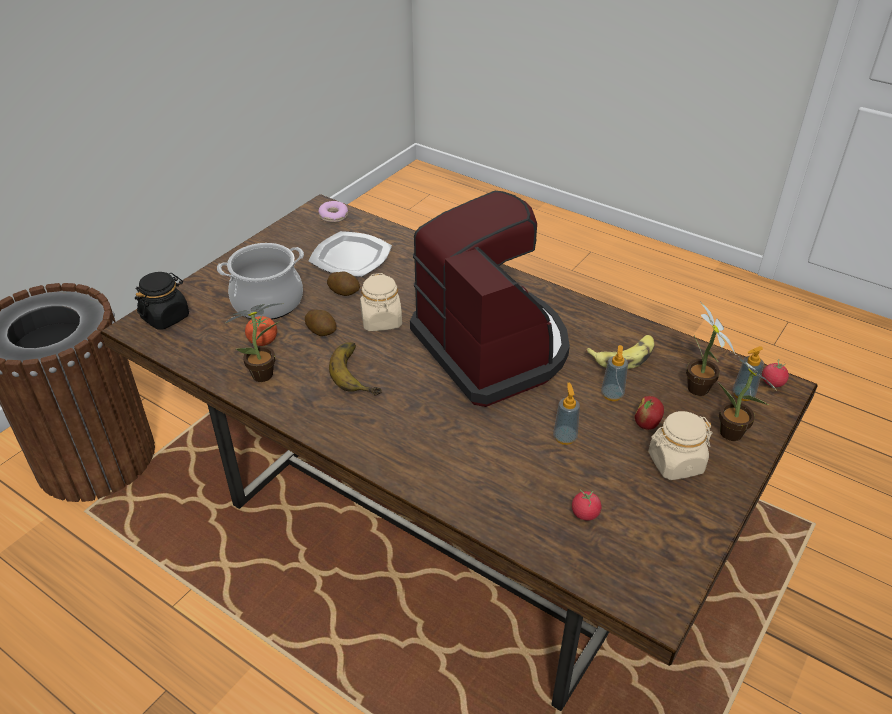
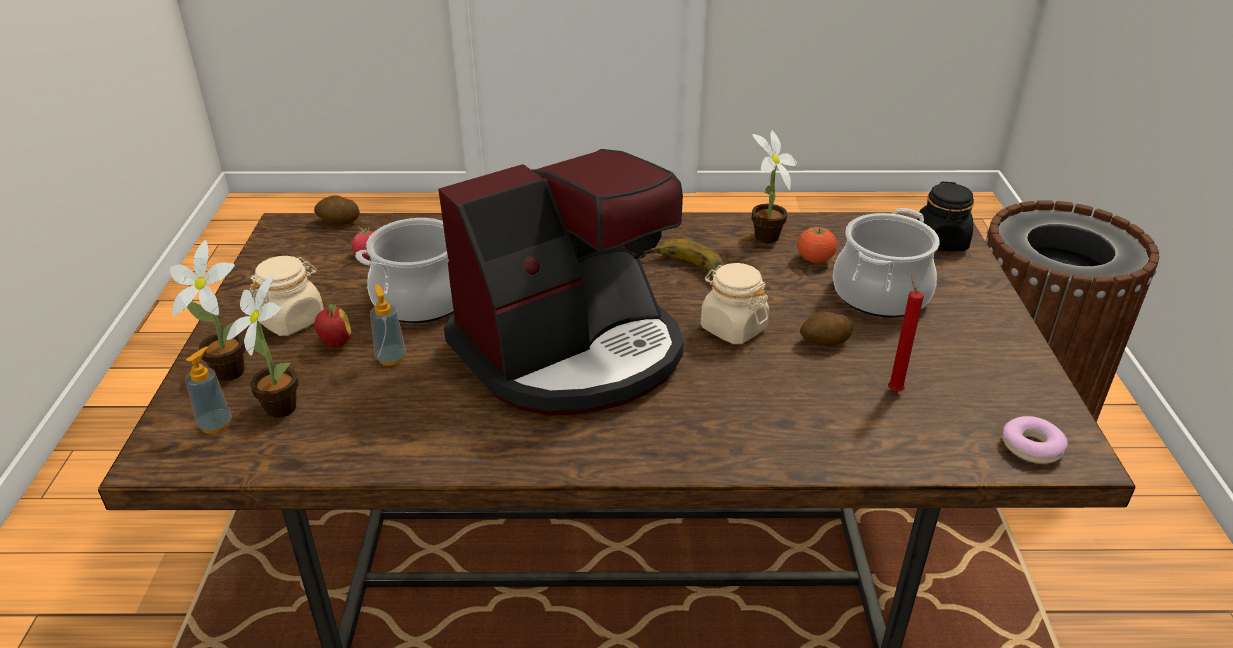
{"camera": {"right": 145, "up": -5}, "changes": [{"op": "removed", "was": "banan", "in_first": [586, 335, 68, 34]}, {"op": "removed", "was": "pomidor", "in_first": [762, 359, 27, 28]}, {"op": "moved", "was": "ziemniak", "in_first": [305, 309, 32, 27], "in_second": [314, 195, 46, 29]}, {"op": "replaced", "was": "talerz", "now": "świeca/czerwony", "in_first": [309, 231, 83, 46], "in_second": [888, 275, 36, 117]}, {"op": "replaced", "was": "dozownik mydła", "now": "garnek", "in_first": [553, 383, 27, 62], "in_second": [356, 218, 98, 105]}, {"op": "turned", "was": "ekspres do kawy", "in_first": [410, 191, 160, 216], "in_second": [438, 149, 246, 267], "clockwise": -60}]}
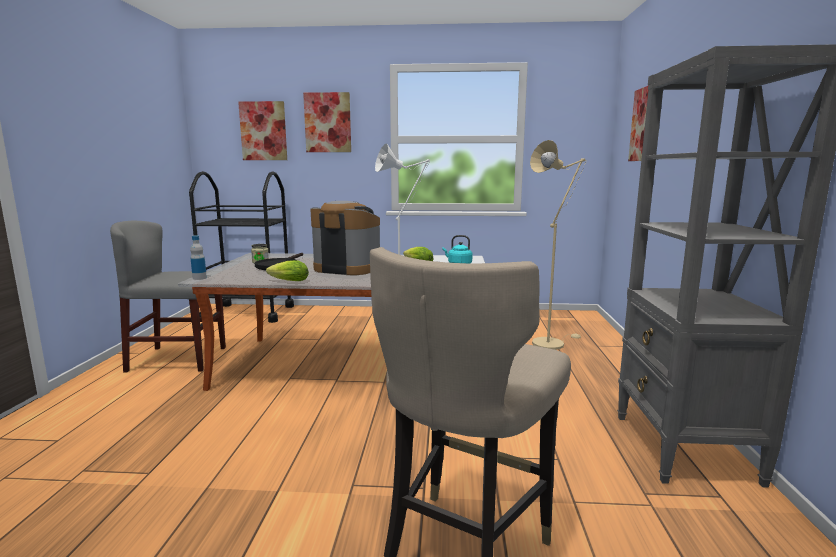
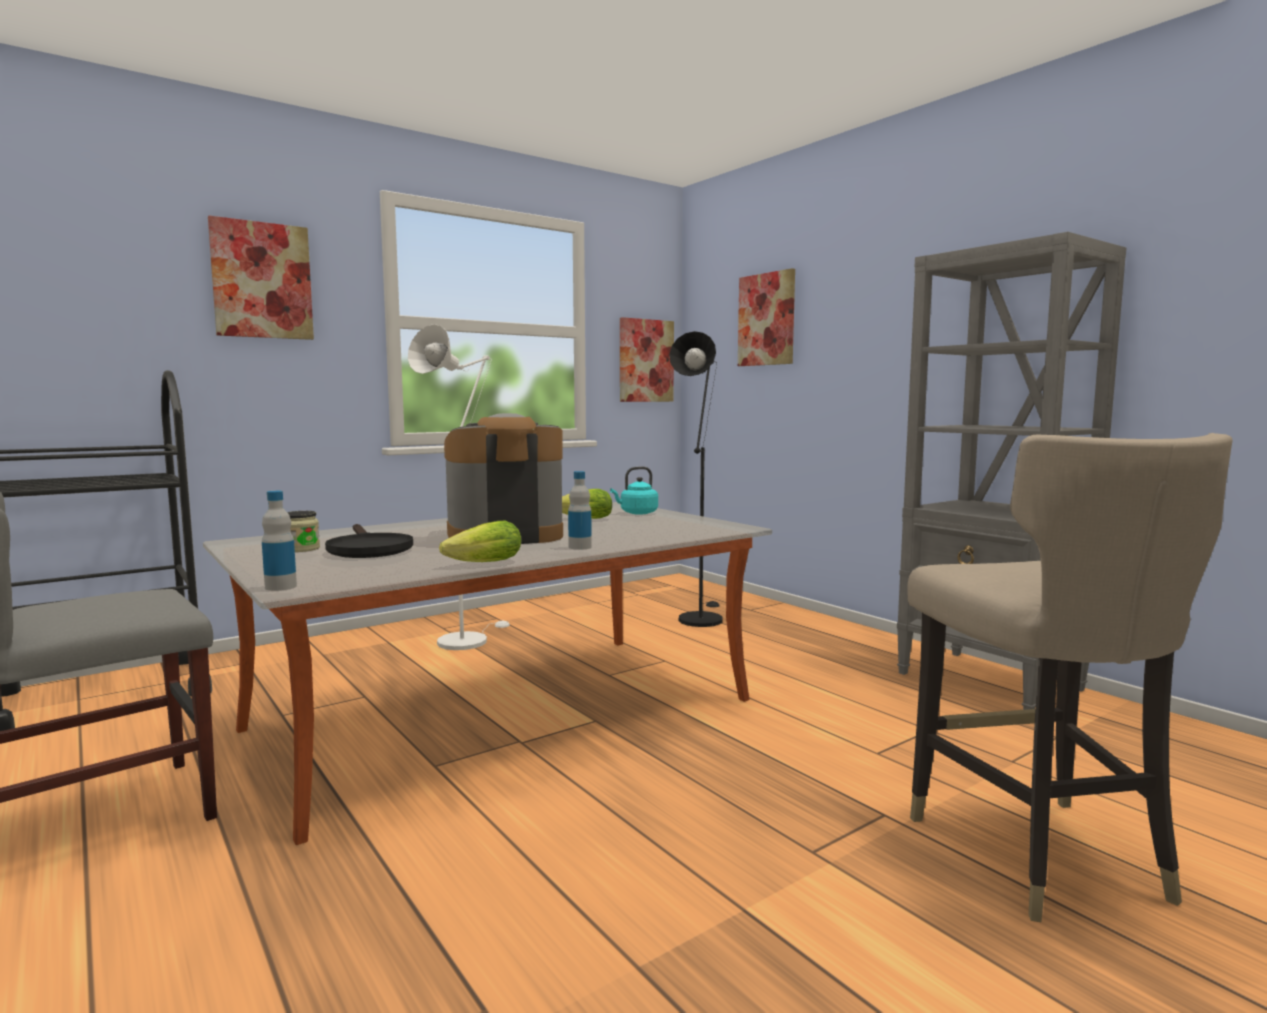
{"camera": {"right": -40, "up": -5}, "changes": [{"op": "added", "now": "butelka", "in_second": [568, 471, 24, 79]}, {"op": "moved", "was": "obraz", "in_first": [238, 101, 49, 59], "in_second": [620, 317, 54, 85]}, {"op": "recoloured", "was": "lampa stojąca/beżowy", "now": "lampa stojąca/czarny", "in_first": [530, 140, 55, 210], "in_second": [669, 331, 54, 296]}]}
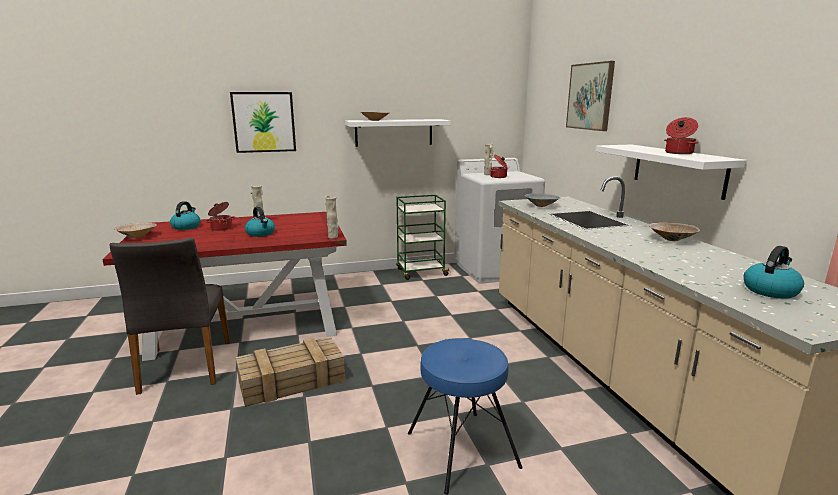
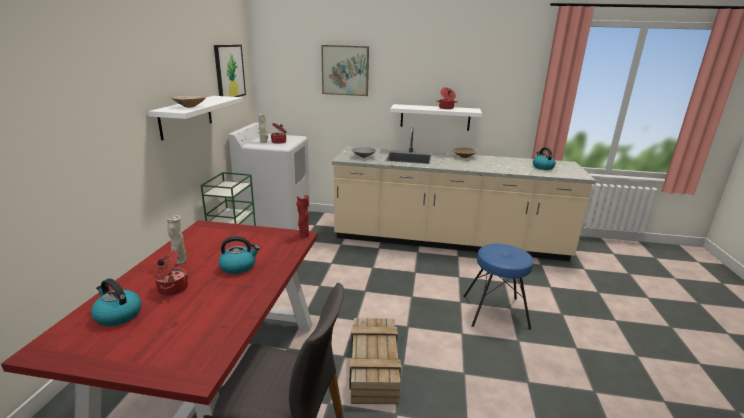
{"camera": {"right": -65, "up": 5}, "changes": [{"op": "removed", "was": "miska/beżowy", "in_first": [115, 223, 42, 15]}, {"op": "moved", "was": "obraz", "in_first": [230, 92, 66, 61], "in_second": [214, 45, 32, 52]}, {"op": "recoloured", "was": "wazon/beżowy", "now": "wazon/czerwony", "in_first": [325, 195, 14, 44], "in_second": [296, 195, 13, 42]}]}
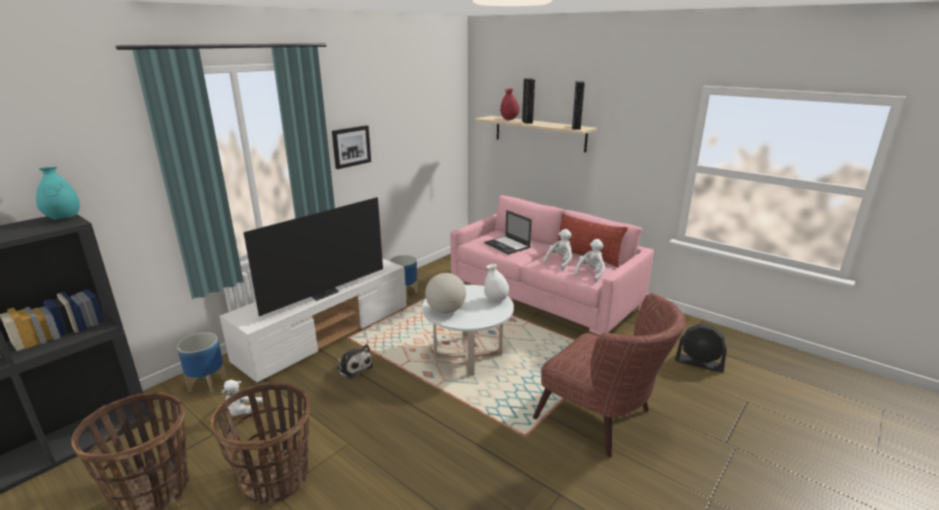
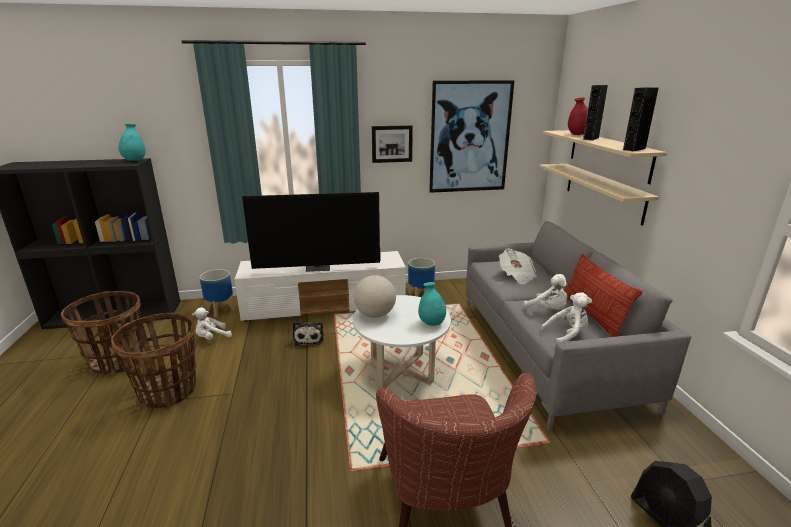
{"camera": {"right": 40, "up": 0}, "changes": [{"op": "added", "now": "obraz", "in_second": [429, 80, 85, 113]}, {"op": "added", "now": "półka/beżowy", "in_second": [540, 164, 119, 62]}, {"op": "replaced", "was": "laptop", "now": "gazeta", "in_first": [485, 210, 47, 45], "in_second": [499, 248, 38, 36]}, {"op": "recoloured", "was": "kanapa/różowy", "now": "kanapa/szary", "in_first": [450, 195, 204, 140], "in_second": [466, 221, 225, 210]}, {"op": "recoloured", "was": "wazon/biały", "now": "wazon/turkusowy", "in_first": [484, 264, 25, 38], "in_second": [418, 282, 28, 44]}, {"op": "turned", "was": "pluszak/biały", "in_first": [543, 229, 29, 41], "in_second": [523, 274, 44, 35], "clockwise": 60}]}
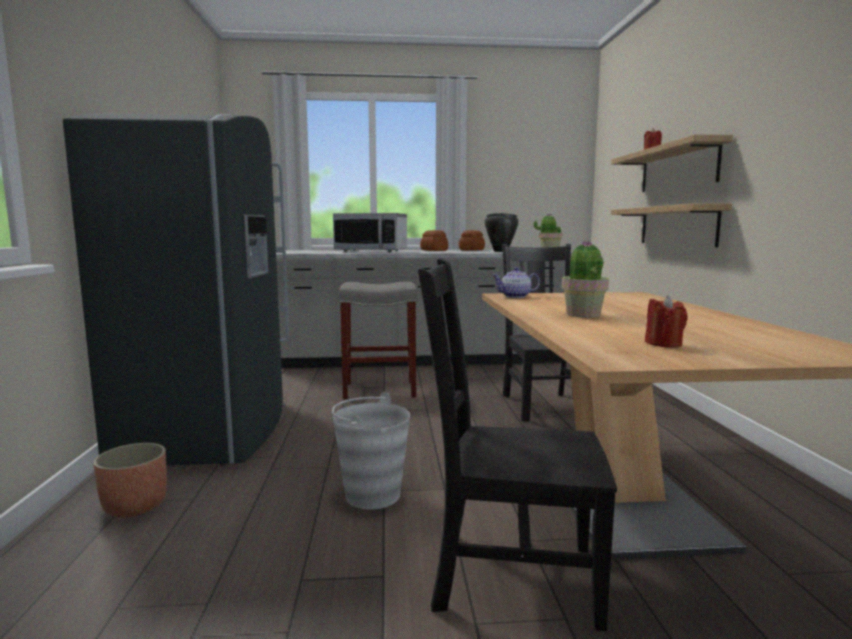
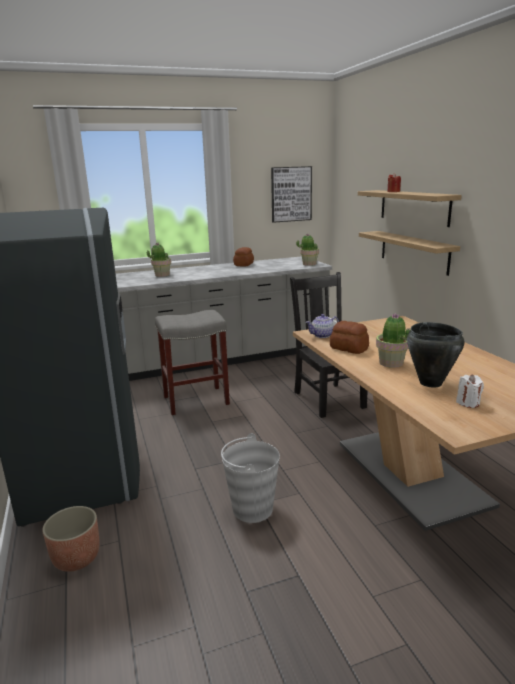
{"camera": {"right": -15, "up": 10}, "changes": [{"op": "removed", "was": "krzesło/czarny", "in_first": [417, 259, 200, 372]}, {"op": "added", "now": "obraz", "in_second": [271, 166, 41, 57]}, {"op": "moved", "was": "chleb", "in_first": [420, 230, 28, 21], "in_second": [330, 321, 39, 33]}, {"op": "moved", "was": "garnek/czarny", "in_first": [485, 213, 34, 39], "in_second": [407, 322, 58, 66]}, {"op": "replaced", "was": "mikrofalówka", "now": "roślina doniczkowa", "in_first": [333, 213, 74, 39], "in_second": [147, 242, 24, 35]}, {"op": "recoloured", "was": "świeca/czerwony", "now": "świeca/biały", "in_first": [645, 295, 43, 53], "in_second": [456, 374, 28, 34]}]}
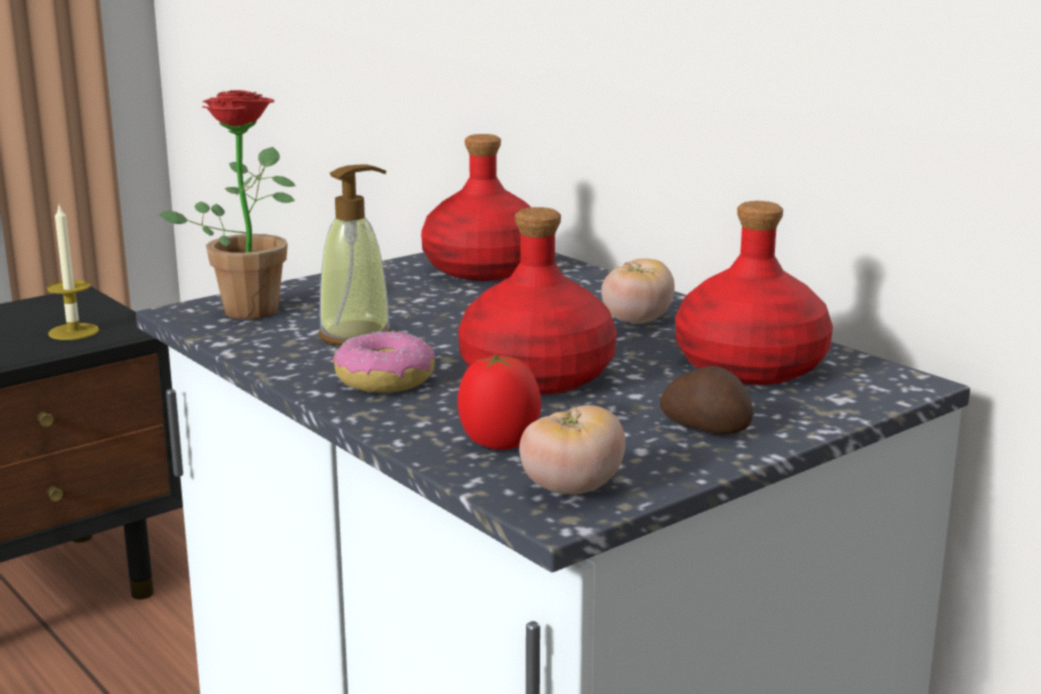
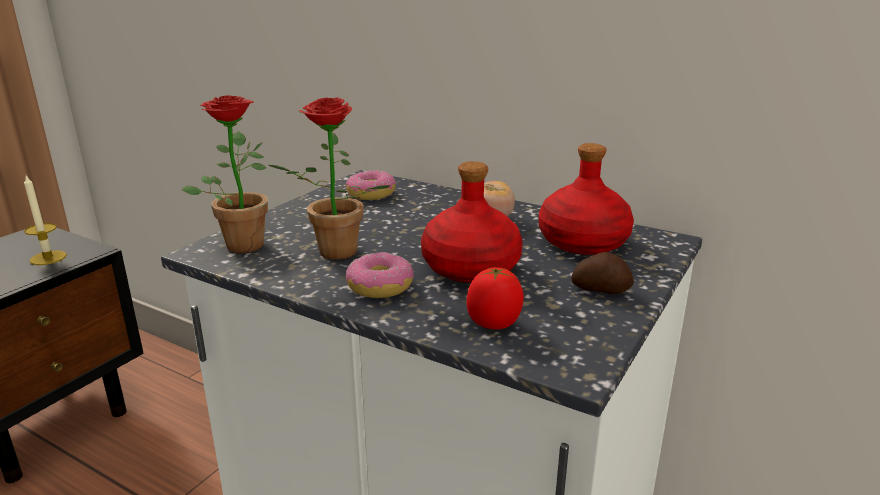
{"camera": {"right": -20, "up": 5}, "changes": [{"op": "removed", "was": "pomidor", "in_first": [519, 405, 107, 90]}, {"op": "replaced", "was": "dozownik mydła", "now": "roślina doniczkowa", "in_first": [318, 164, 74, 182], "in_second": [269, 97, 122, 163]}, {"op": "replaced", "was": "butelka/czerwony", "now": "donut", "in_first": [421, 134, 110, 147], "in_second": [346, 170, 50, 30]}]}
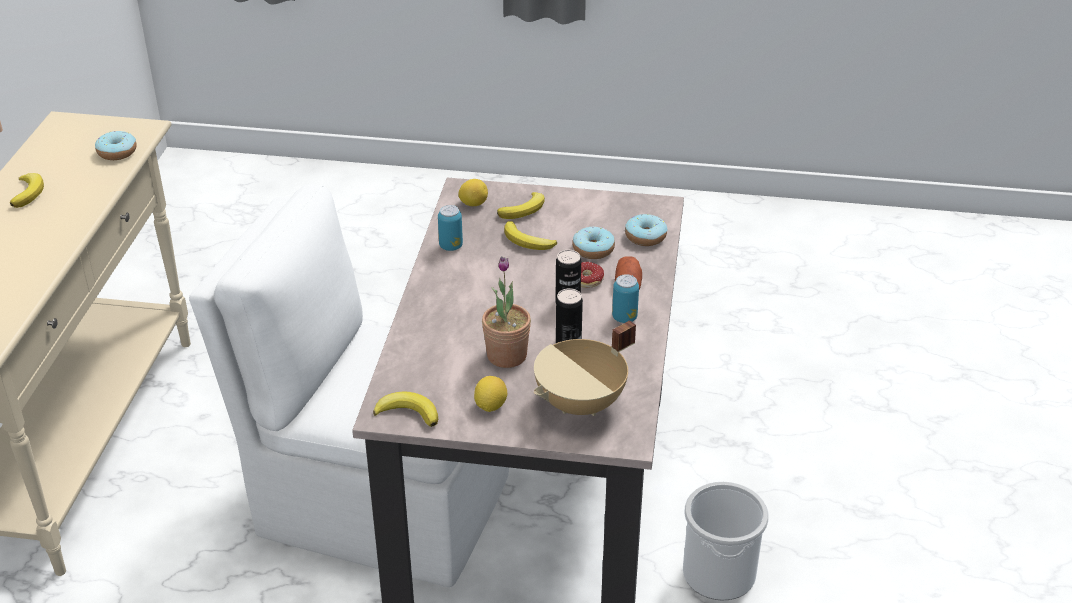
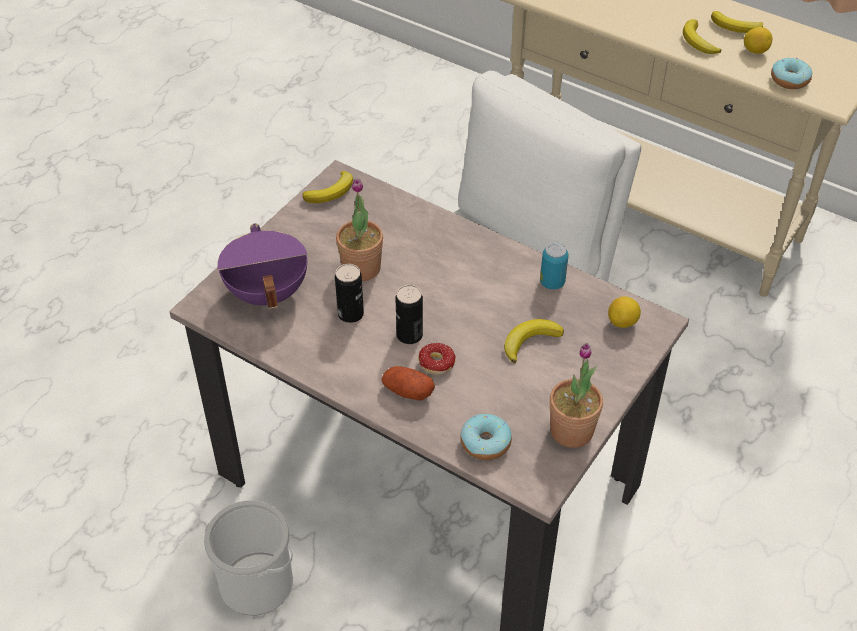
{"camera": {"right": 115, "up": 10}, "changes": [{"op": "removed", "was": "donut", "in_first": [572, 227, 43, 32]}, {"op": "removed", "was": "puszka", "in_first": [612, 274, 27, 49]}, {"op": "added", "now": "roślina doniczkowa", "in_second": [550, 343, 53, 105]}, {"op": "moved", "was": "cytryna", "in_first": [474, 376, 33, 36], "in_second": [744, 27, 28, 27]}, {"op": "moved", "was": "banan", "in_first": [497, 192, 48, 27], "in_second": [683, 19, 38, 35]}, {"op": "recoloured", "was": "garnek/beżowy", "now": "garnek/fioletowy", "in_first": [534, 320, 102, 96], "in_second": [217, 223, 91, 86]}]}
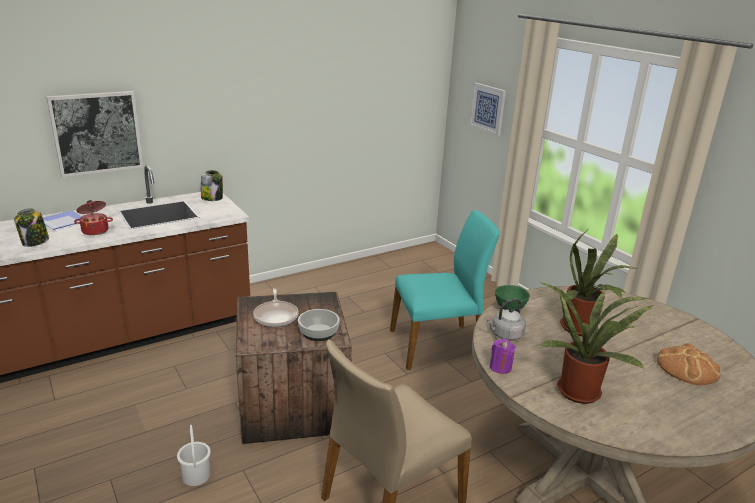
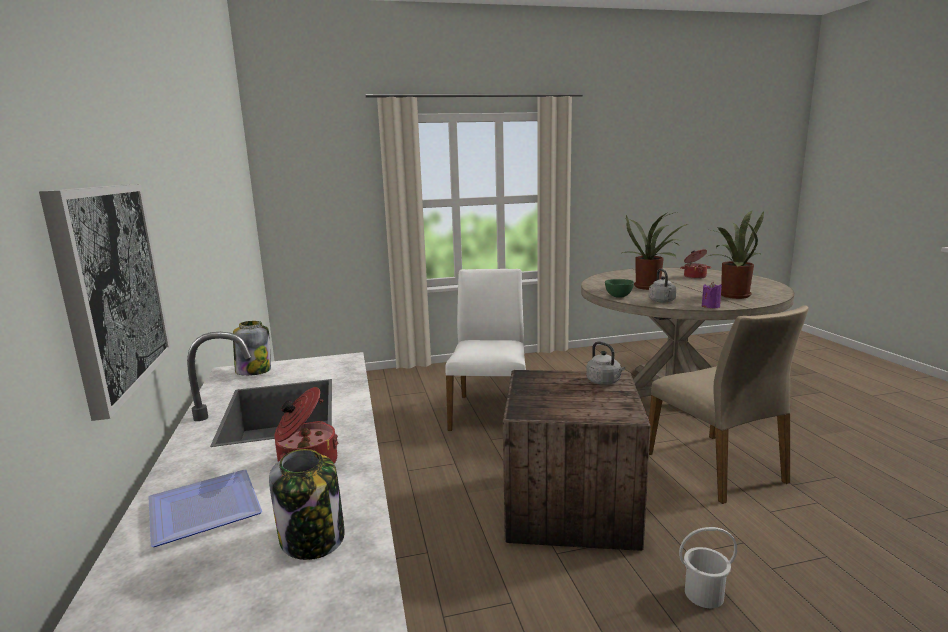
{"camera": {"right": -70, "up": -10}, "changes": [{"op": "removed", "was": "patelnia", "in_first": [253, 289, 46, 38]}, {"op": "removed", "was": "obraz", "in_first": [469, 83, 37, 53]}, {"op": "replaced", "was": "miska", "now": "czajnik/szary", "in_first": [298, 309, 42, 32], "in_second": [586, 341, 39, 44]}, {"op": "replaced", "was": "chleb", "now": "garnek", "in_first": [657, 343, 63, 42], "in_second": [680, 249, 31, 30]}, {"op": "recoloured", "was": "krzesło/turkusowy", "now": "krzesło/biały", "in_first": [390, 210, 110, 160], "in_second": [445, 269, 81, 162]}]}
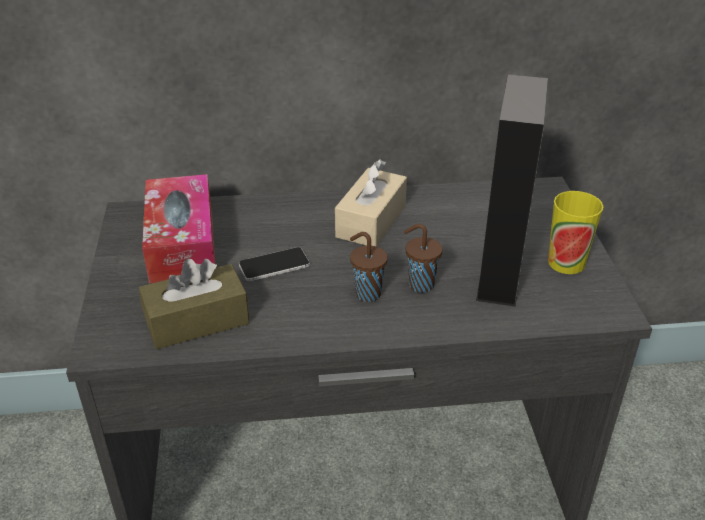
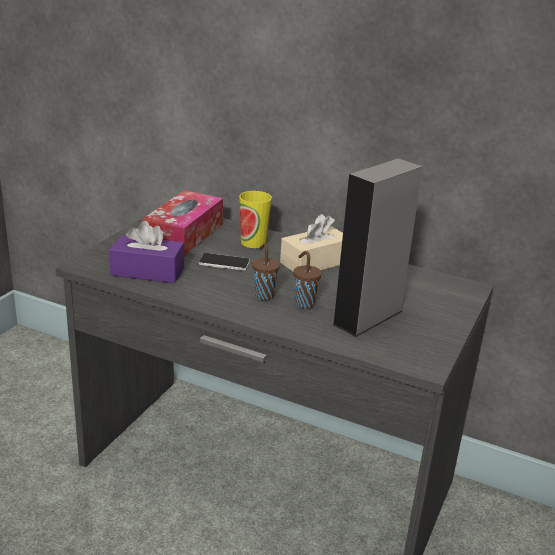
{"camera": {"right": 30, "up": -10}, "changes": [{"op": "moved", "was": "filiżanka", "in_first": [548, 191, 55, 83], "in_second": [239, 191, 33, 57]}, {"op": "recoloured", "was": "pudełko chusteczek/brązowy", "now": "pudełko chusteczek/fioletowy", "in_first": [139, 259, 111, 90], "in_second": [109, 221, 75, 62]}]}
